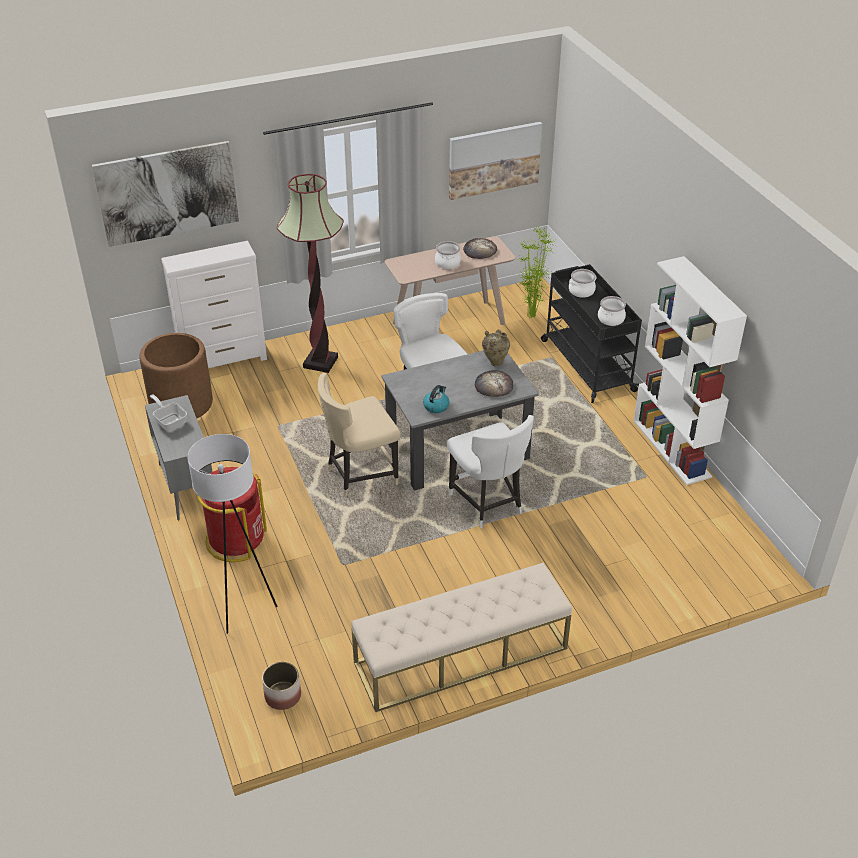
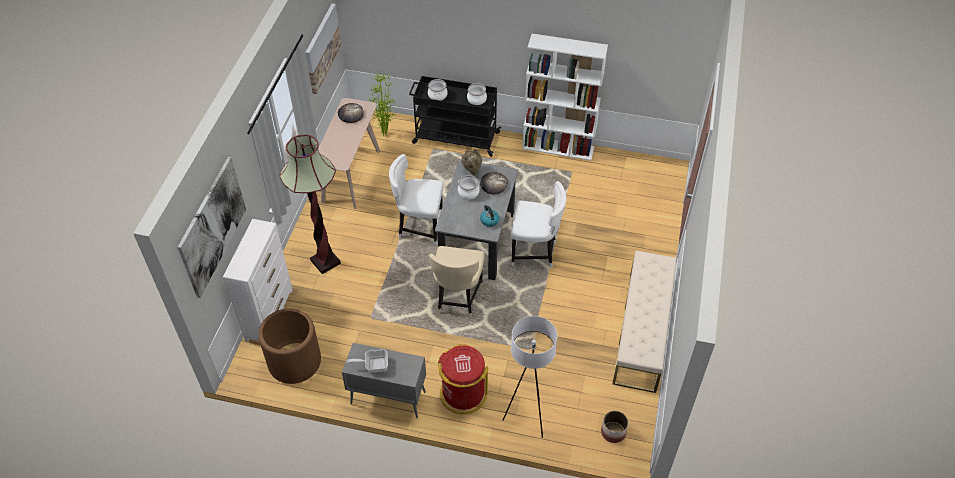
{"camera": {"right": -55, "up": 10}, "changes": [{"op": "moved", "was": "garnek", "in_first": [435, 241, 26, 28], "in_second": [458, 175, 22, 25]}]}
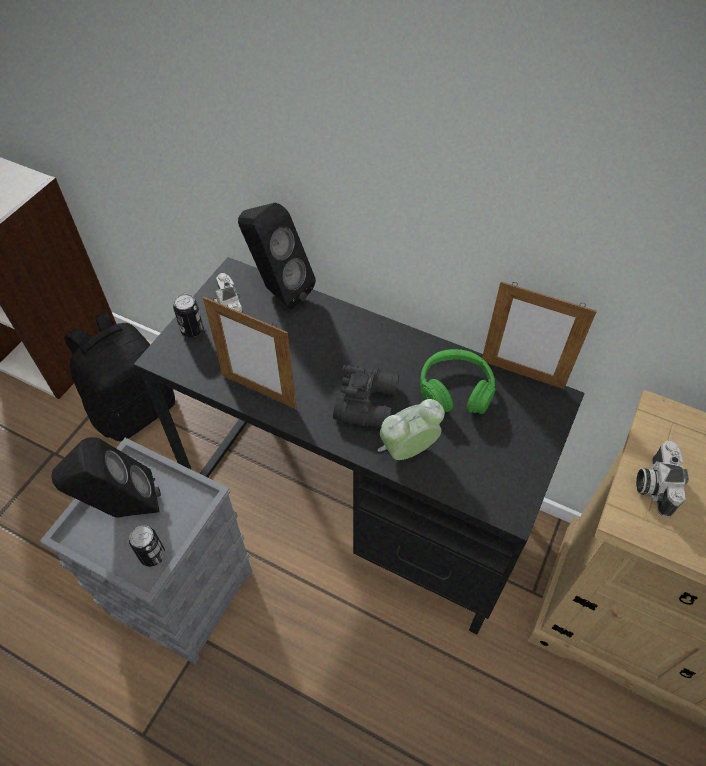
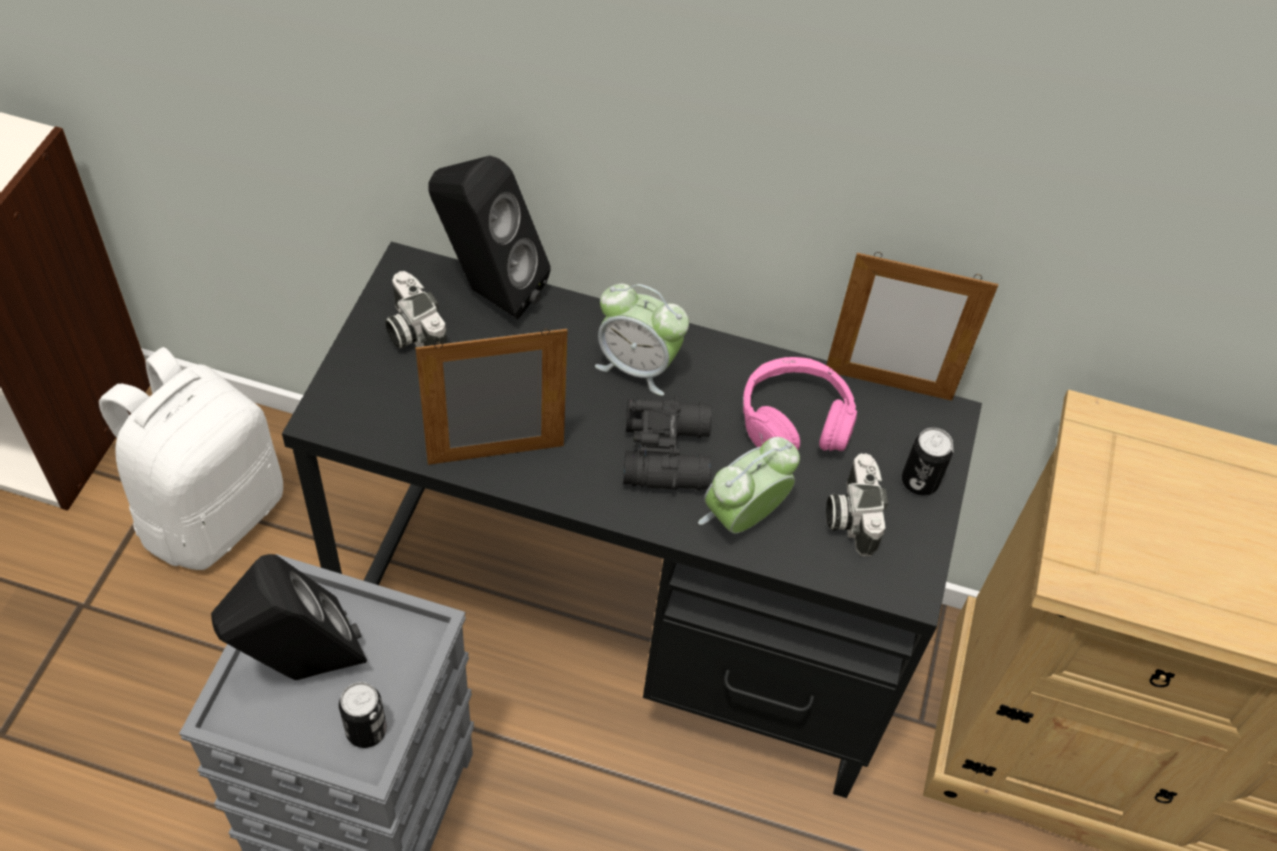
{"camera": {"right": -15, "up": 0}, "changes": [{"op": "added", "now": "budzik", "in_second": [595, 284, 94, 112]}, {"op": "moved", "was": "puszka", "in_first": [173, 294, 30, 43], "in_second": [902, 428, 52, 67]}, {"op": "moved", "was": "aparat fotograficzny", "in_first": [636, 440, 53, 77], "in_second": [826, 453, 62, 103]}, {"op": "recoloured", "was": "plecak/czarny", "now": "plecak/biały", "in_first": [64, 311, 111, 131], "in_second": [99, 347, 184, 223]}, {"op": "recoloured", "was": "słuchawki/zielony", "now": "słuchawki/różowy", "in_first": [420, 349, 76, 65], "in_second": [743, 357, 114, 94]}, {"op": "turned", "was": "ramka na zdjęcie", "in_first": [203, 297, 93, 112], "in_second": [415, 329, 152, 136], "clockwise": 150}]}
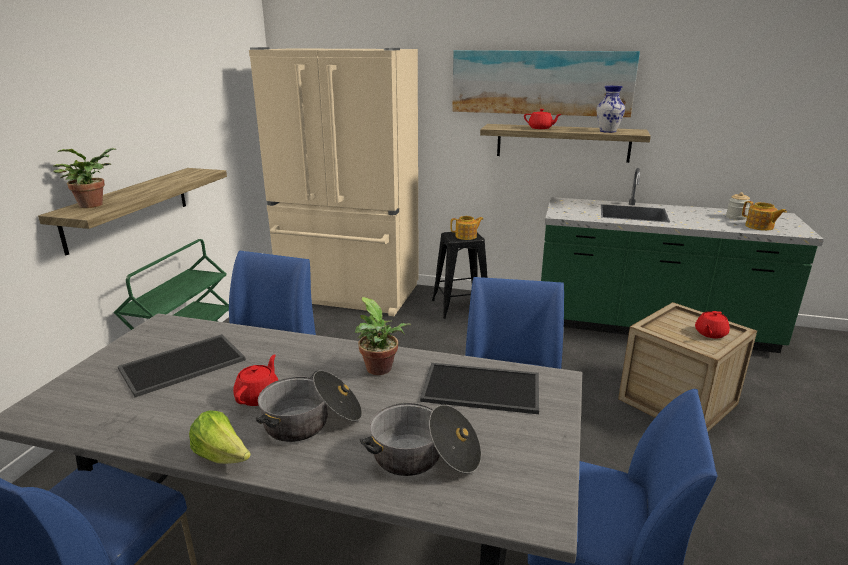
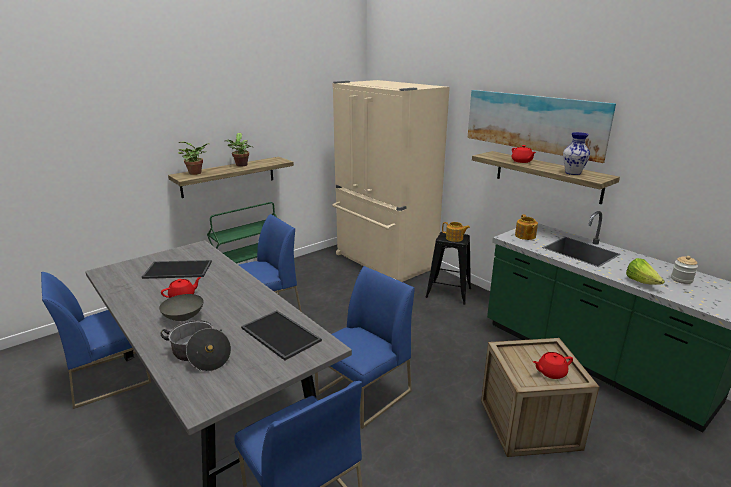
{"camera": {"right": 35, "up": 0}, "changes": [{"op": "moved", "was": "sałata", "in_first": [189, 410, 62, 54], "in_second": [626, 258, 39, 27]}, {"op": "moved", "was": "roślina doniczkowa", "in_first": [355, 297, 56, 78], "in_second": [225, 133, 28, 33]}, {"op": "moved", "was": "imbryk", "in_first": [742, 201, 45, 30], "in_second": [515, 214, 23, 26]}, {"op": "replaced", "was": "garnek", "now": "miska/szary", "in_first": [256, 370, 106, 72], "in_second": [159, 294, 45, 27]}]}
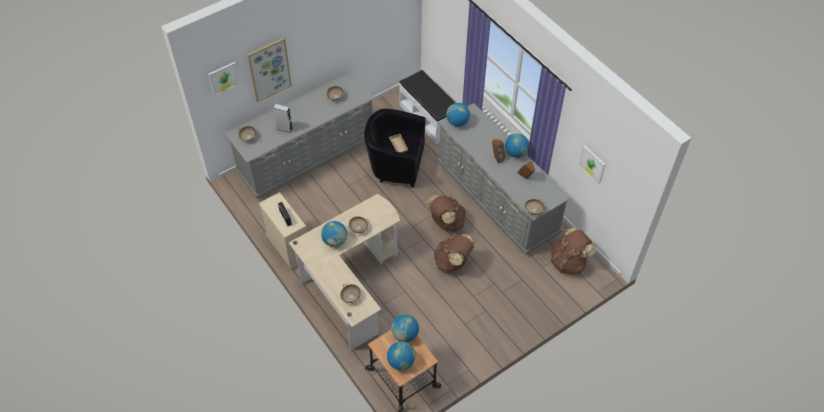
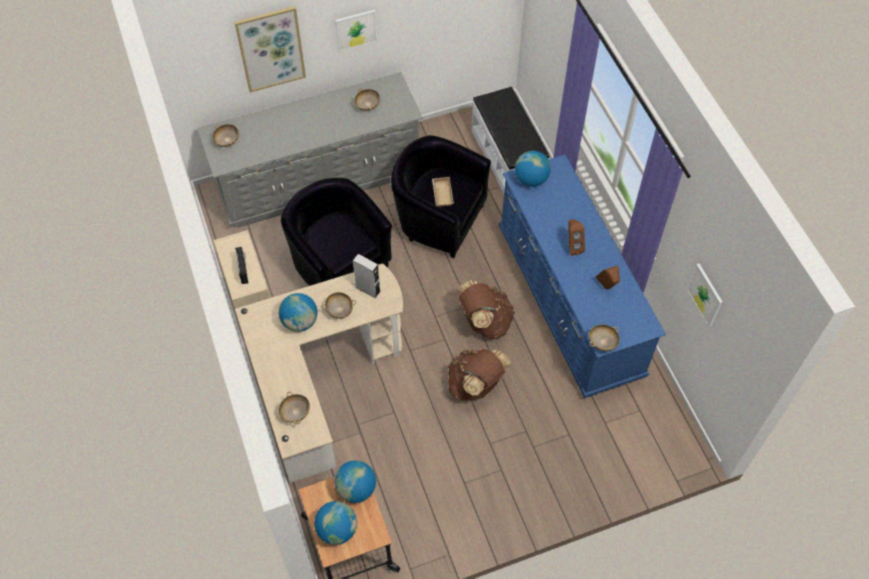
{"camera": {"right": 15, "up": 5}, "changes": [{"op": "removed", "was": "globus", "in_first": [505, 133, 24, 25]}, {"op": "removed", "was": "plecak/brązowy", "in_first": [551, 227, 45, 48]}, {"op": "added", "now": "fotel/czarny", "in_second": [281, 178, 111, 108]}, {"op": "moved", "was": "obraz", "in_first": [208, 62, 32, 34], "in_second": [335, 10, 42, 42]}, {"op": "moved", "was": "głośnik/szary", "in_first": [273, 104, 20, 29], "in_second": [353, 254, 28, 44]}, {"op": "recoloured", "was": "komoda/szary", "now": "komoda/niebieski", "in_first": [437, 103, 134, 152], "in_second": [499, 155, 167, 243]}]}
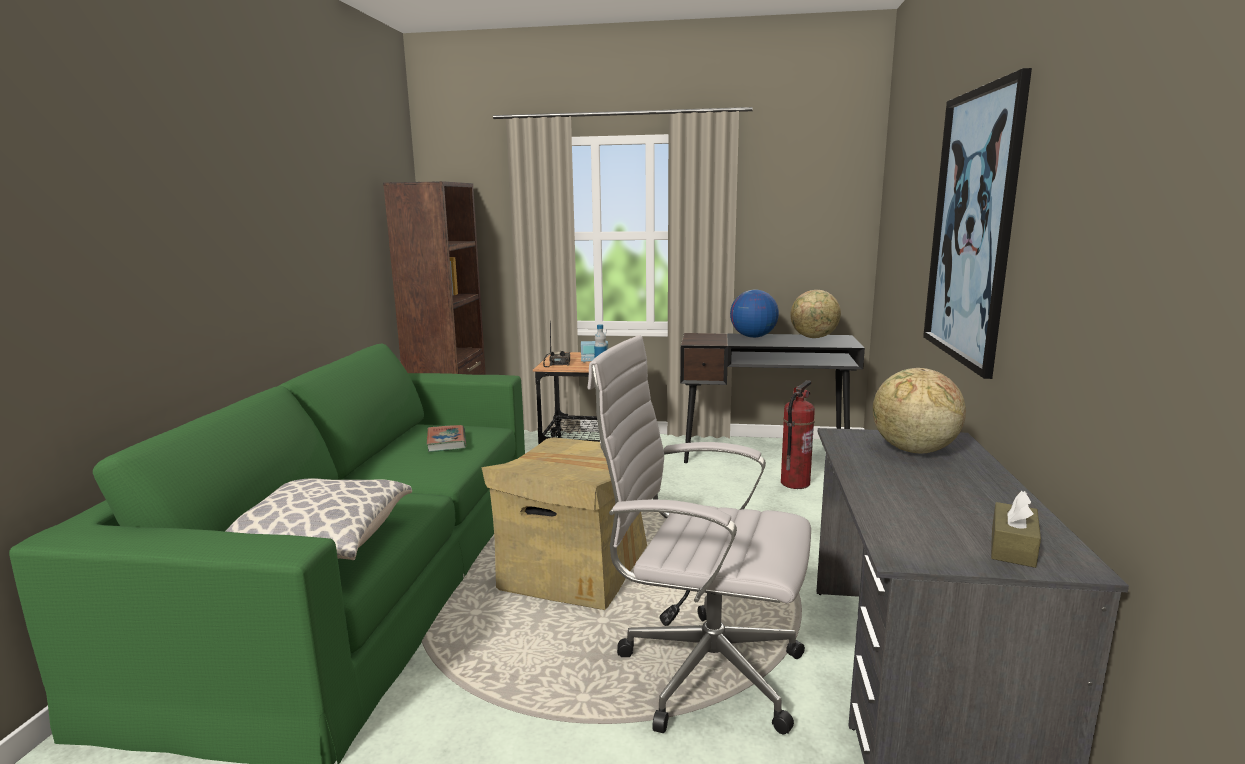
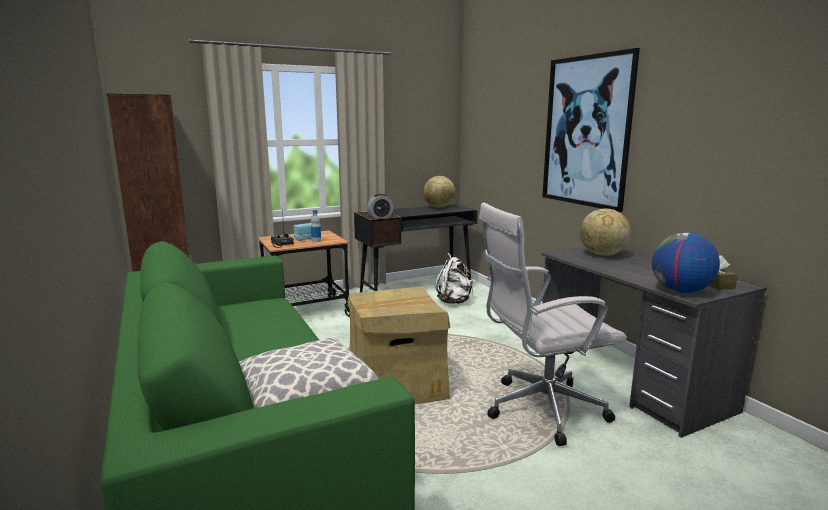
{"camera": {"right": -35, "up": 0}, "changes": [{"op": "removed", "was": "książka", "in_first": [426, 425, 40, 27]}, {"op": "added", "now": "budzik", "in_second": [367, 194, 26, 24]}, {"op": "moved", "was": "globus", "in_first": [730, 290, 49, 48], "in_second": [652, 233, 68, 60]}, {"op": "replaced", "was": "gaśnica", "now": "plecak/biały", "in_first": [781, 380, 34, 109], "in_second": [435, 253, 38, 51]}]}
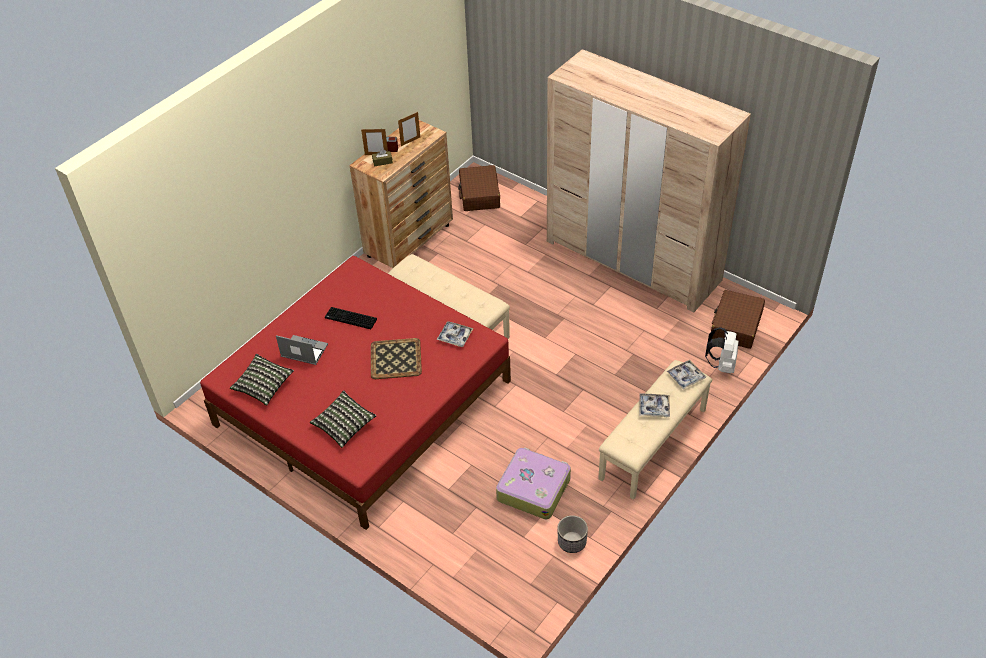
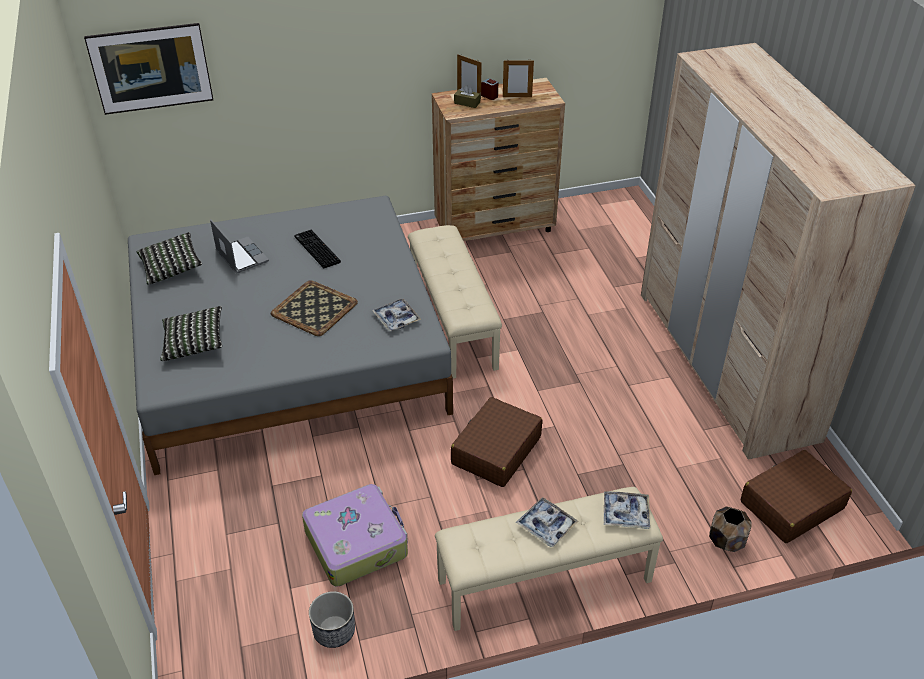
{"camera": {"right": 35, "up": -5}, "changes": [{"op": "added", "now": "obraz", "in_second": [84, 23, 129, 92]}, {"op": "moved", "was": "walizka/brązowy", "in_first": [458, 165, 42, 46], "in_second": [451, 397, 91, 90]}, {"op": "replaced", "was": "plecak/biały", "now": "donica/brązowy", "in_first": [705, 327, 34, 46], "in_second": [709, 506, 42, 46]}, {"op": "recoloured", "was": "łóżko/czerwony", "now": "łóżko/szary", "in_first": [200, 256, 311, 274], "in_second": [128, 196, 325, 279]}]}
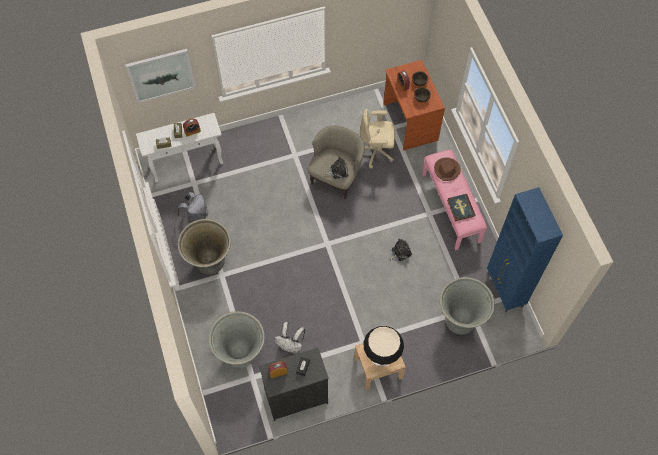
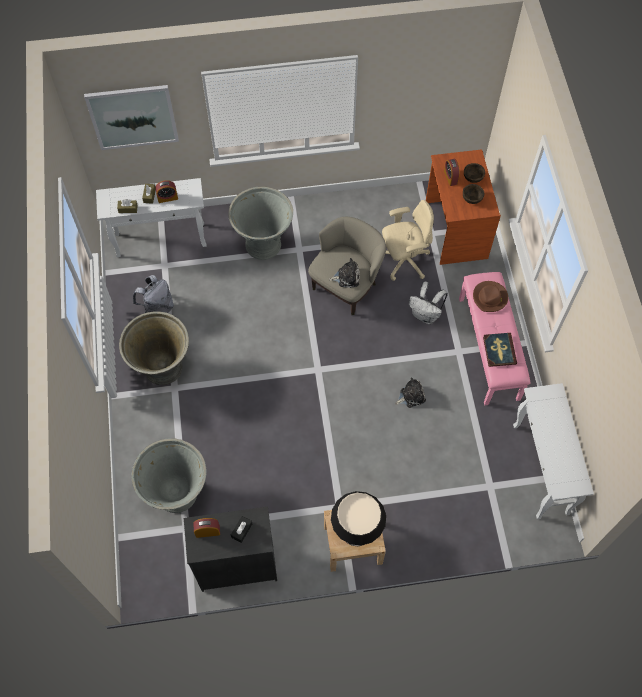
{"camera": {"right": 10, "up": 0}, "changes": [{"op": "moved", "was": "plecak/biały", "in_first": [275, 322, 30, 31], "in_second": [409, 282, 39, 42]}, {"op": "moved", "was": "donica/szary", "in_first": [440, 277, 55, 57], "in_second": [228, 187, 65, 73]}, {"op": "replaced", "was": "szafka/niebieski", "now": "stolik konsolowy/biały", "in_first": [487, 187, 76, 126], "in_second": [513, 383, 81, 136]}, {"op": "turned", "was": "krzesło biurowe/beżowy", "in_first": [360, 109, 35, 60], "in_second": [382, 200, 52, 81], "clockwise": 150}]}
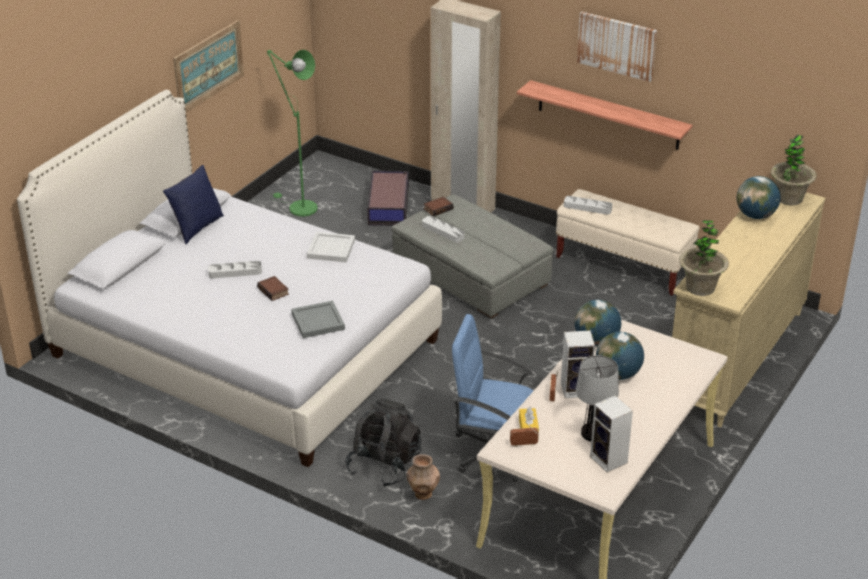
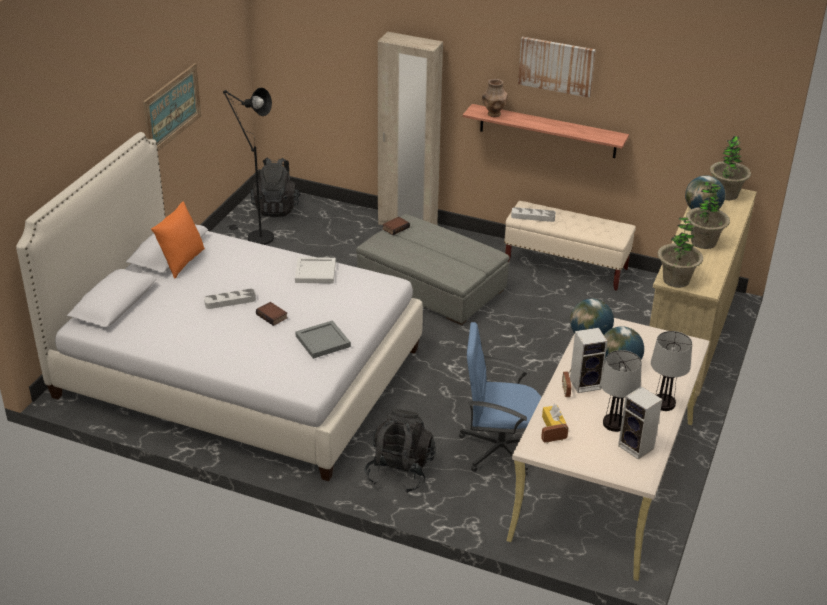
{"camera": {"right": -10, "up": 0}, "changes": [{"op": "removed", "was": "pojemnik do przechowywania", "in_first": [367, 171, 42, 55]}, {"op": "removed", "was": "taca/szary", "in_first": [422, 216, 43, 26]}, {"op": "added", "now": "plecak/czarny", "in_second": [250, 158, 51, 59]}, {"op": "added", "now": "lampa stołowa", "in_second": [651, 331, 41, 80]}, {"op": "added", "now": "roślina doniczkowa", "in_second": [686, 182, 44, 67]}, {"op": "moved", "was": "wazon/brązowy", "in_first": [406, 454, 34, 46], "in_second": [482, 79, 26, 38]}, {"op": "recoloured", "was": "poduszka/niebieski", "now": "poduszka/pomarańczowy", "in_first": [163, 165, 61, 79], "in_second": [151, 202, 54, 77]}, {"op": "recoloured", "was": "lampa stojąca/zielony", "now": "lampa stojąca/czarny", "in_first": [267, 50, 51, 167], "in_second": [223, 87, 51, 158]}]}
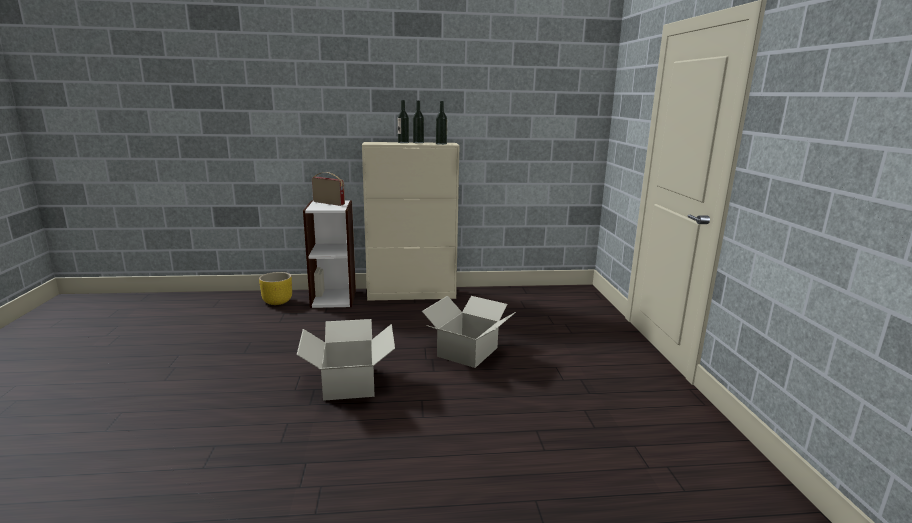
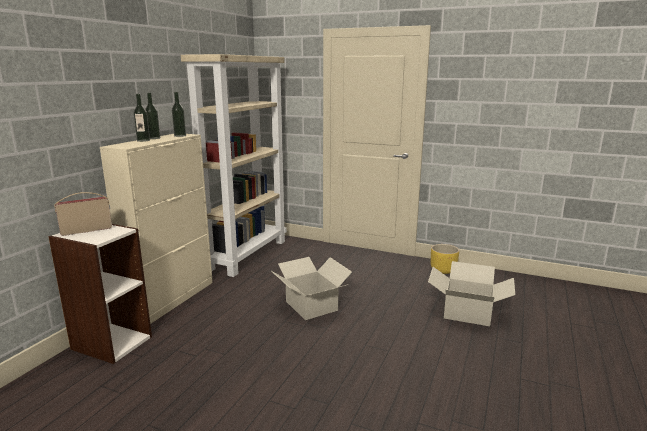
{"camera": {"right": -60, "up": 0}, "changes": [{"op": "added", "now": "regał/beżowy", "in_second": [181, 54, 106, 223]}, {"op": "moved", "was": "donica/żółty", "in_first": [259, 272, 33, 33], "in_second": [431, 244, 28, 30]}, {"op": "moved", "was": "karton", "in_first": [297, 319, 98, 82], "in_second": [428, 261, 87, 65]}]}
